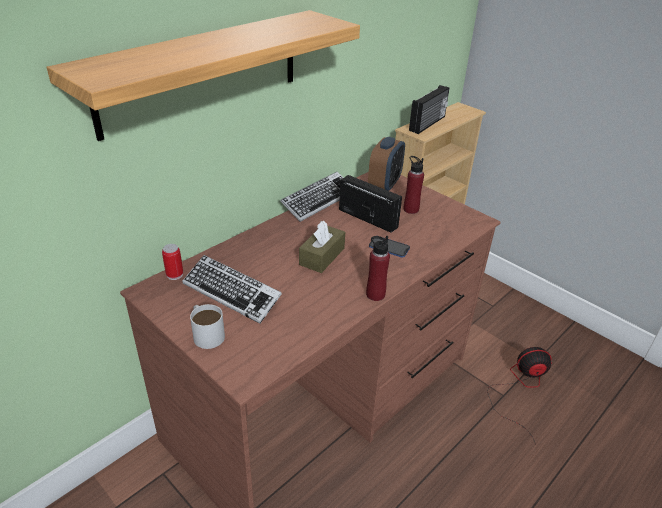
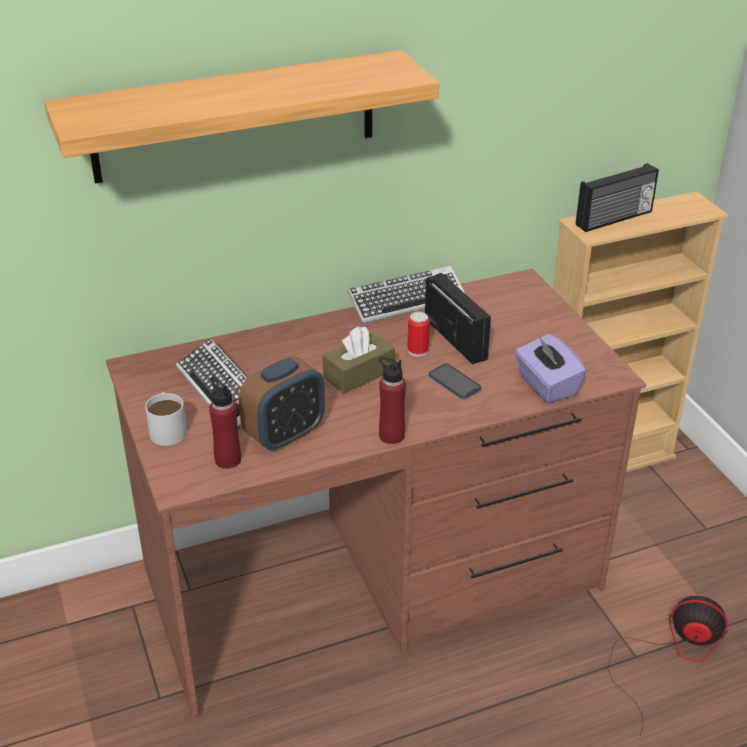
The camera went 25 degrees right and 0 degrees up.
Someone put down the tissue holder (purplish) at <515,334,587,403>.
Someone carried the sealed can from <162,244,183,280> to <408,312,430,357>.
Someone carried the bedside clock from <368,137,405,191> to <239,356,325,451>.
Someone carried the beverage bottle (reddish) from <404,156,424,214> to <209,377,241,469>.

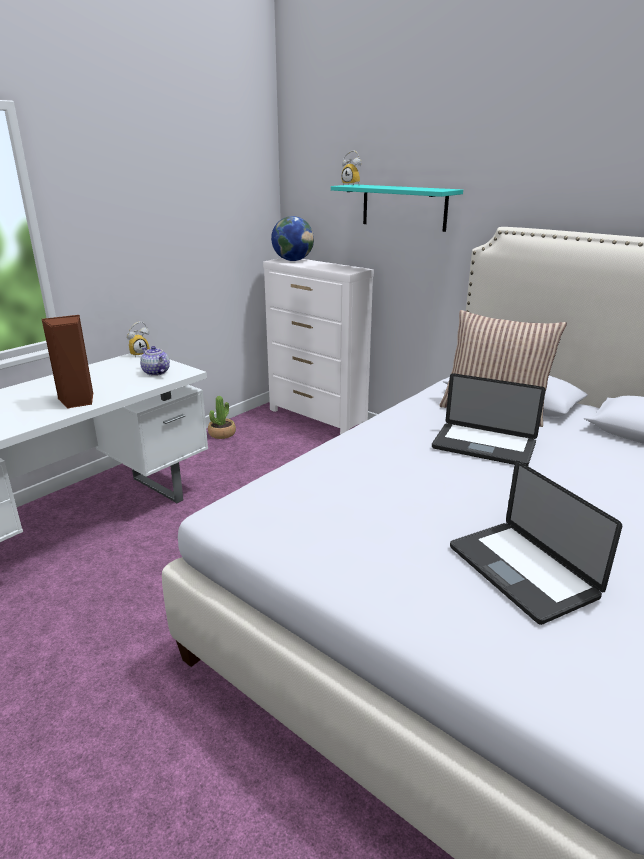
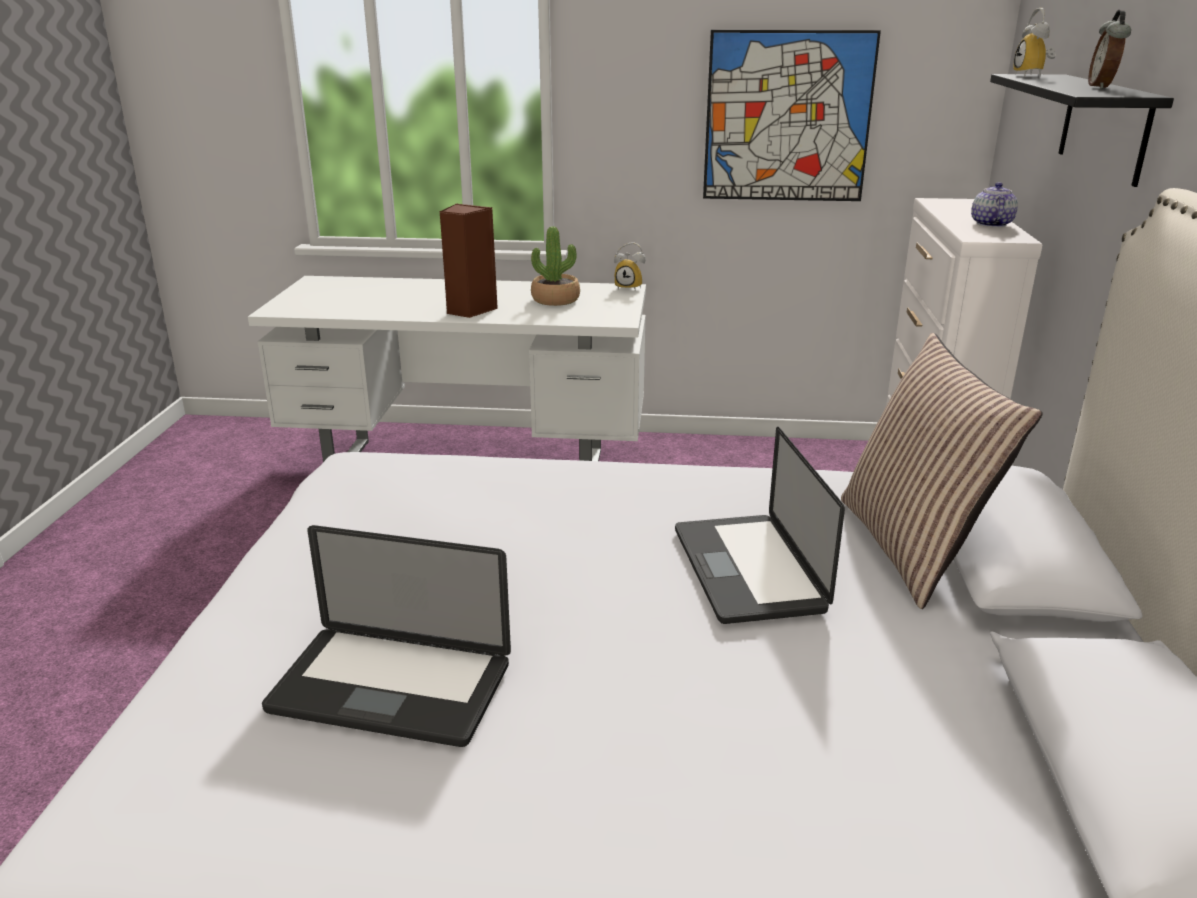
The camera went 55 degrees right and 0 degrees up.
Someone took away the globe at <271,216,314,261>.
Someone put up the wall art at <703,30,881,201>.
Someone put down the bedside clock at <1088,10,1131,89>.
Someone carried the teapot from <140,346,170,376> to <971,182,1018,227>.
Someone carried the houseplant from <208,396,236,439> to <531,226,580,306>.
Someone repainted the wall shelf (turquoise-coloured) at <331,184,463,232>, which became the wall shelf (black-coloured) at <990,74,1174,187>.
Someone rotated the notebook computer at <450,461,622,625> by 105 degrees counterclockwise.

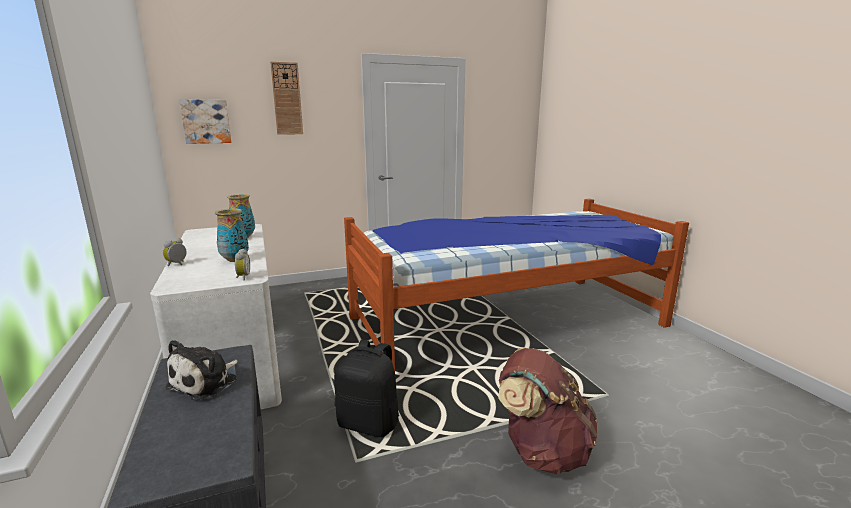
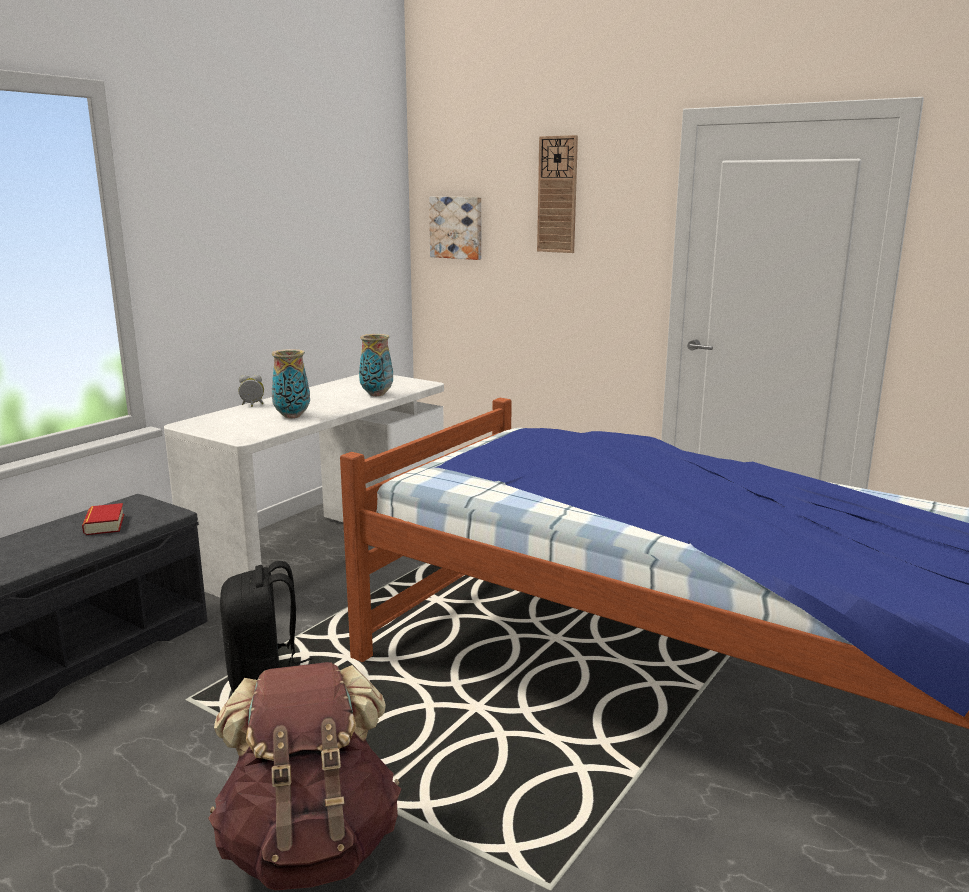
The camera went 55 degrees right and 0 degrees up.
Someone took away the bedside clock at <235,249,250,280>.
Someone swapped the cuddly toy at <165,340,238,400> for the book at <82,503,124,535>.

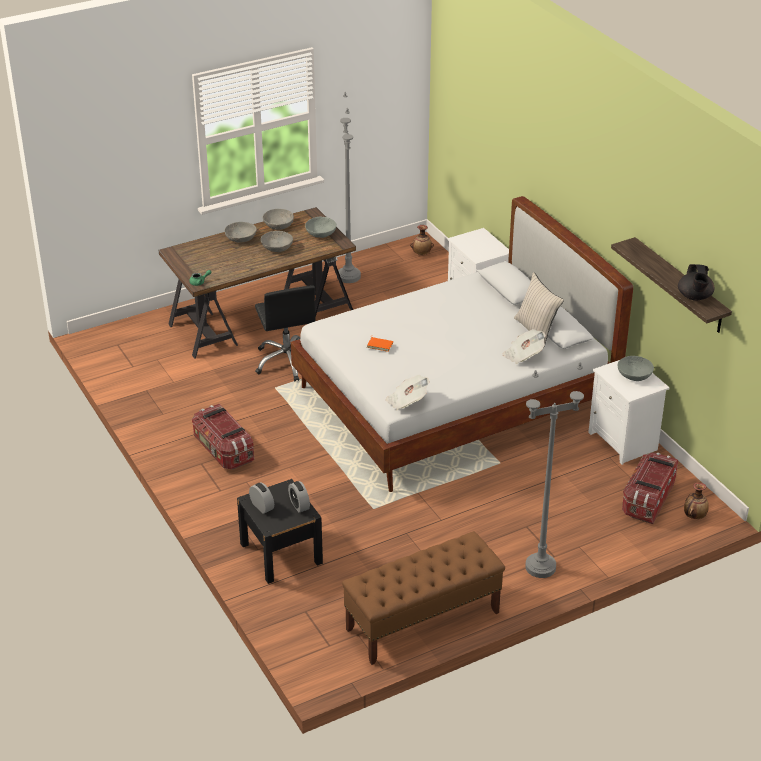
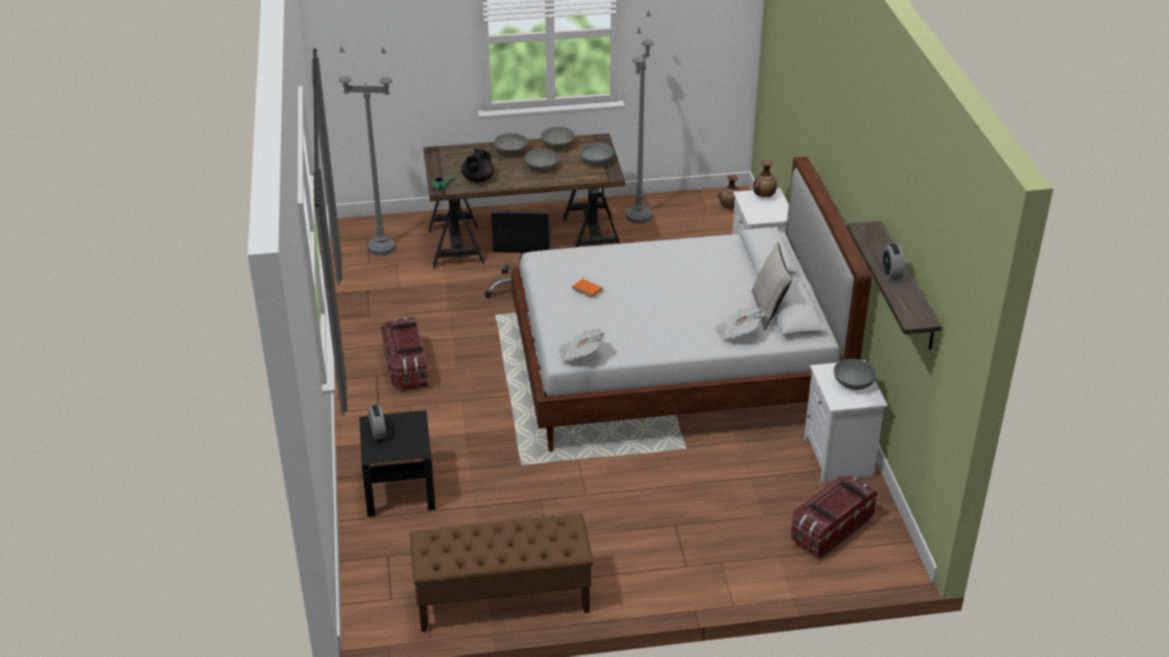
The camera went 20 degrees right and 0 degrees up.
Someone carried the bedside clock from <288,481,310,513> to <882,244,904,280>.
Someone carried the standard lamp (grey) from <525,362,584,578> to <339,46,395,256>.
Someone carried the teapot (black-coloured) from <678,264,714,301> to <461,148,494,182>.
Someone carried the decorative vase from <684,482,709,519> to <753,161,777,197>.

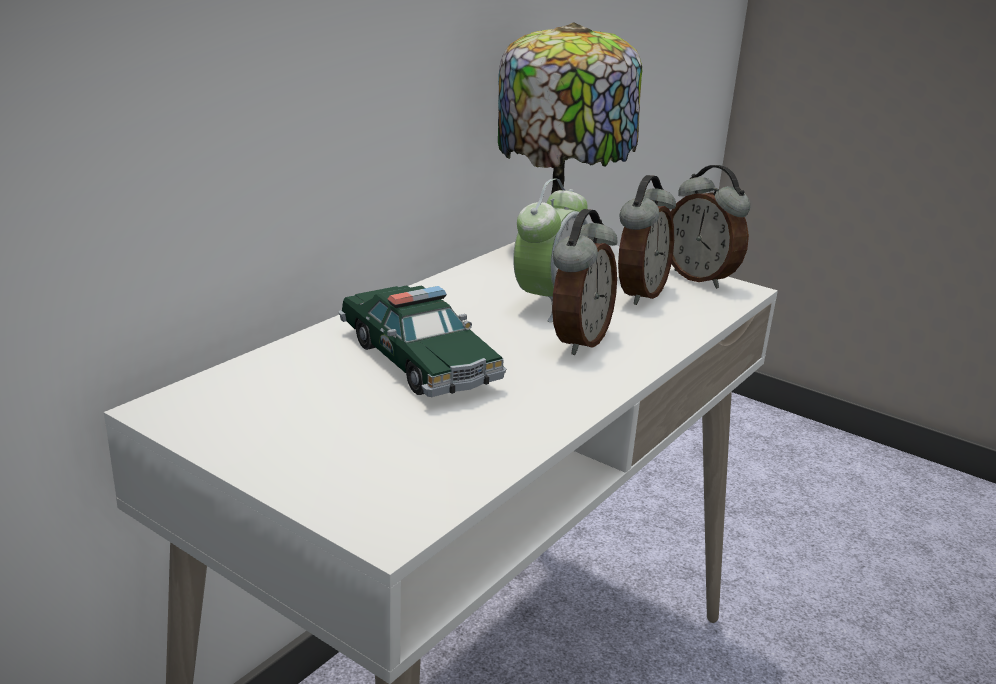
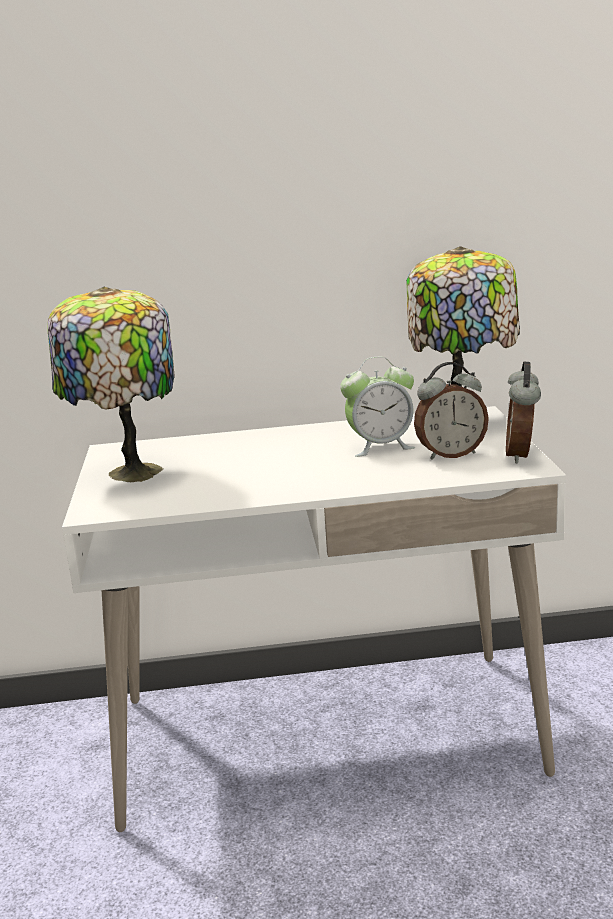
The camera went 50 degrees right and 5 degrees down.
Someone took away the miniature car at <338,285,506,397>.
Someone took away the bedside clock at <552,209,617,355>.
Someone put down the lamp for a table at <48,287,174,482>.

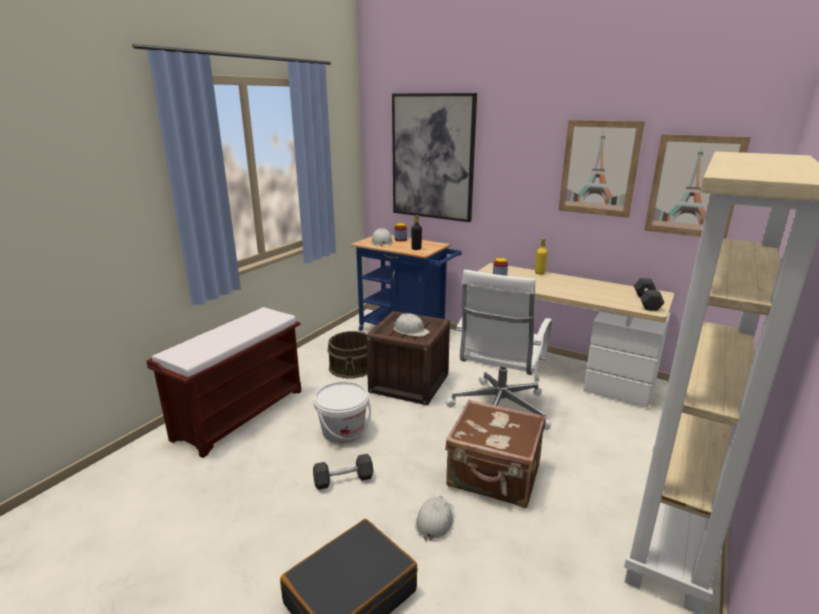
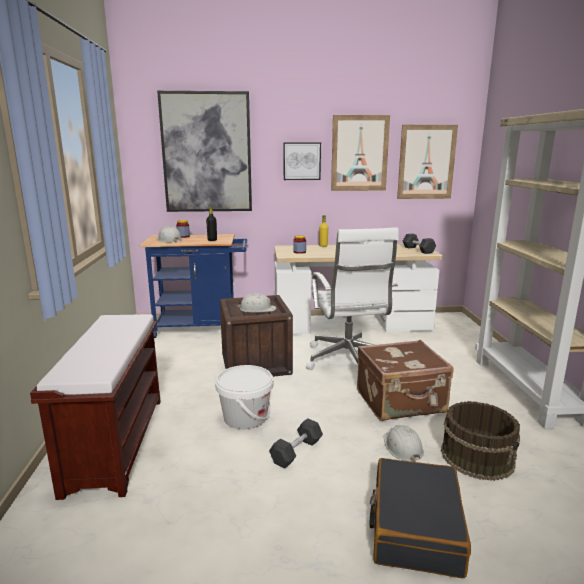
The camera went 35 degrees left and 5 degrees down.
Someone put up the wall art at <283,142,321,180>.
Someone carried the water bucket (brown) from <327,331,367,379> to <441,401,520,481>.

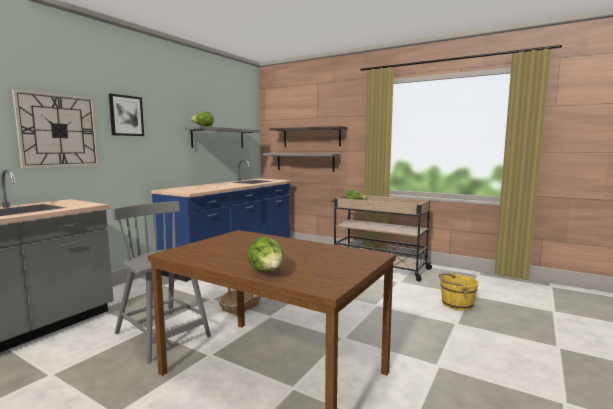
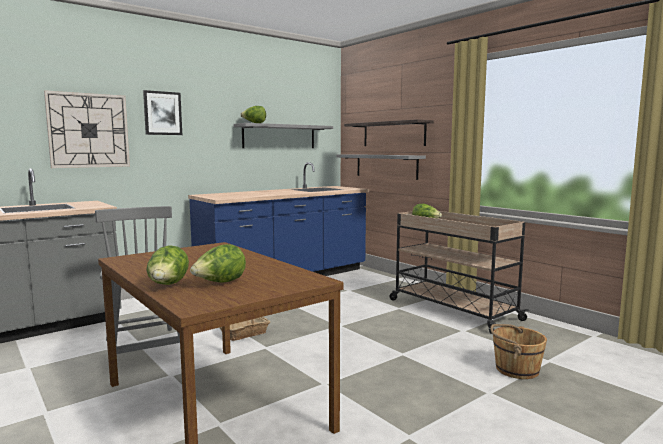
The camera went 20 degrees right and 0 degrees up.
Someone put down the lettuce at <190,244,246,283>.
Someone repainted the water bucket (yellowish) at <439,273,479,311>, which became the water bucket (brown) at <490,324,547,379>.

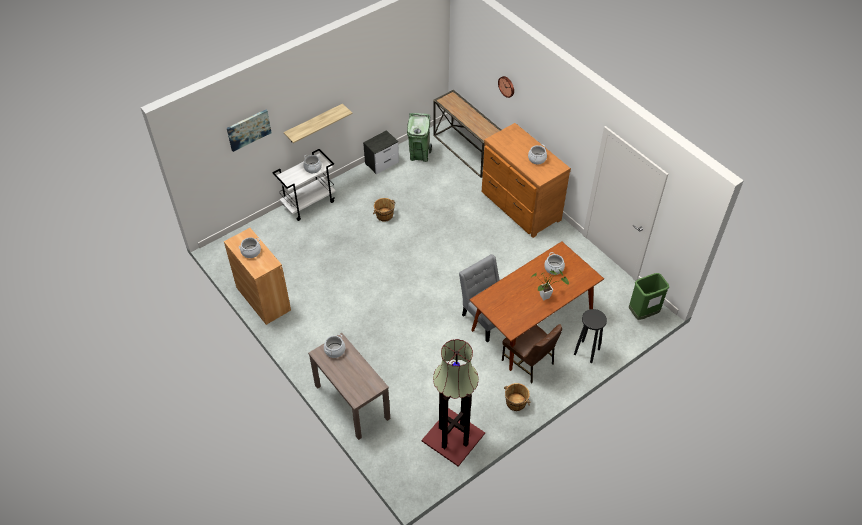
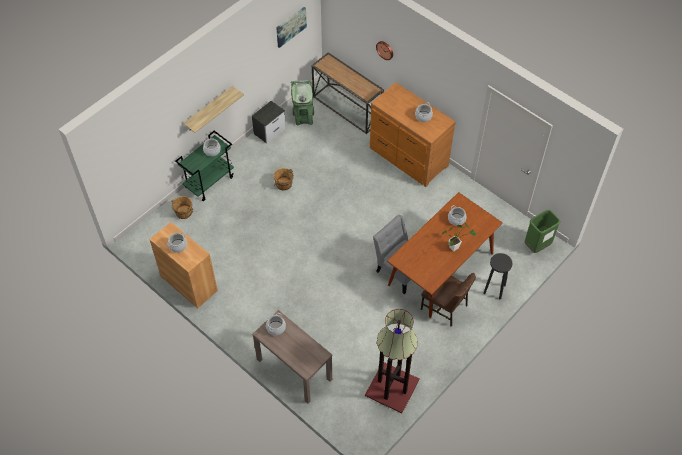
The camera went 10 degrees left and 5 degrees up.
Someone carried the wall art from <227,110,272,152> to <276,7,307,48>.
Someone carried the water bucket (brown) from <504,383,531,411> to <171,196,194,219>.
Someone repainted the cart (white-coloured) at <272,149,336,221>, which became the cart (greenish) at <175,131,234,201>.

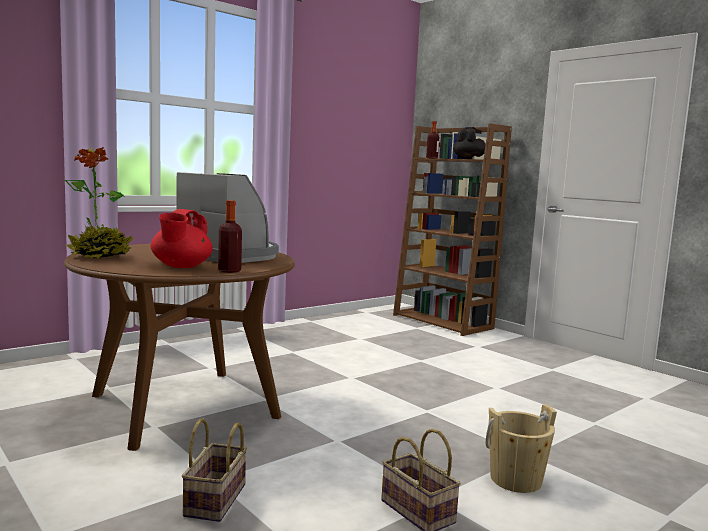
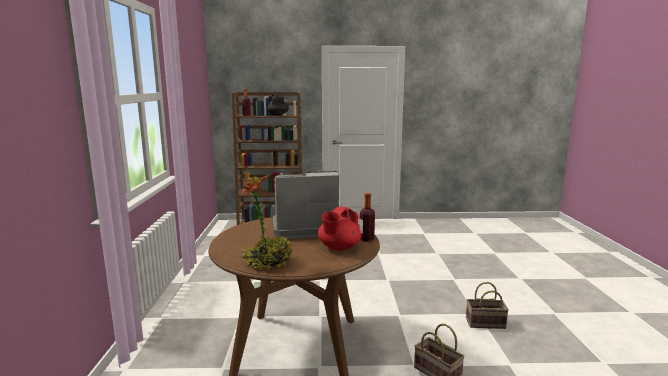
The camera went 50 degrees left and 5 degrees up.
Someone took away the water bucket (beige) at <485,404,557,493>.
Someone rotated the teapot (reddish) at <151,209,213,268> by 75 degrees clockwise.

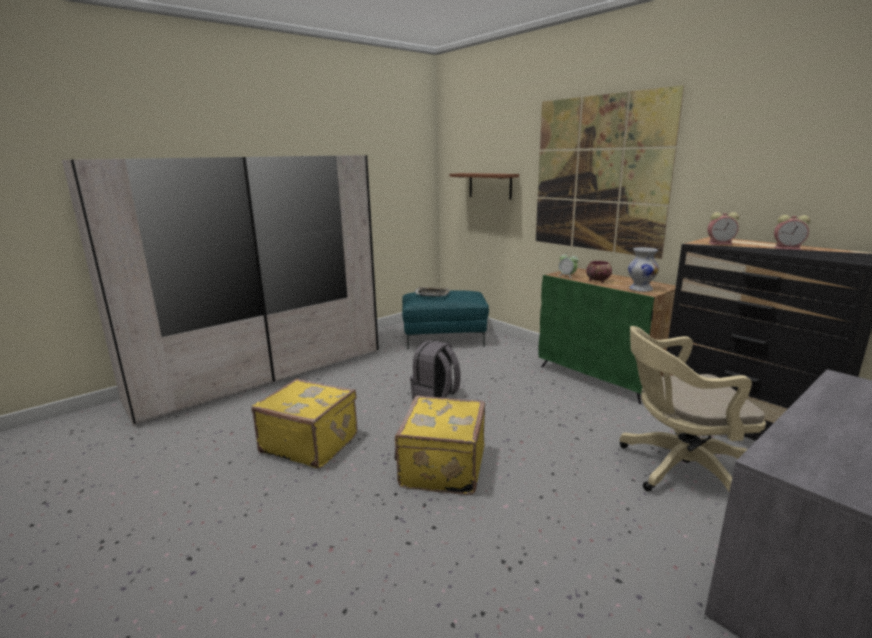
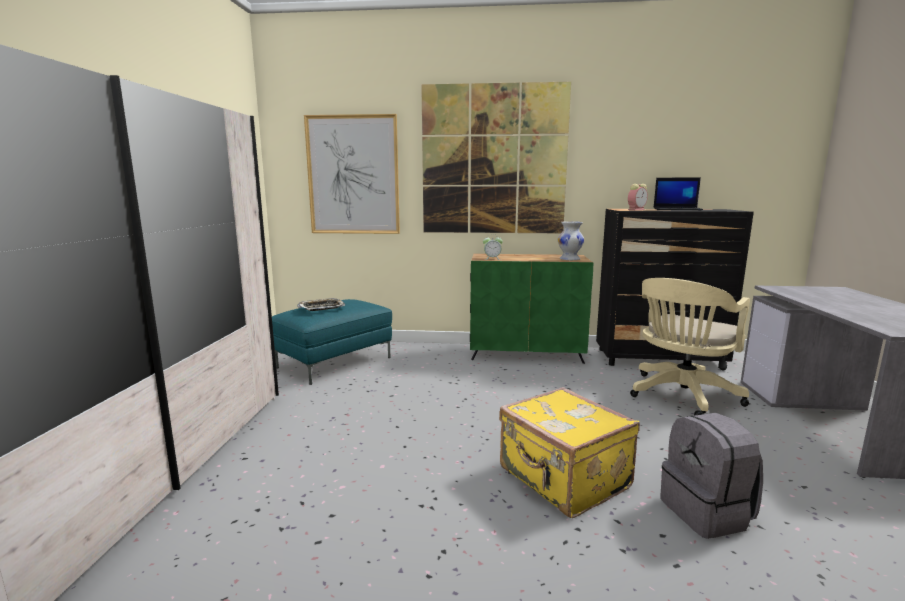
The camera went 45 degrees left and 5 degrees down.
Someone took away the suitcase (yellowish) at <251,378,357,469>.
Someone took away the bowl at <586,261,612,283>.
Someone carried the rucksack (grey) from <410,340,461,400> to <660,413,763,539>.
Someone swapped the wall shelf (brown) at <450,173,519,200> for the wall art at <304,114,400,234>.
Someone swapped the bedside clock at <774,215,810,250> for the notebook computer at <653,177,703,210>.

